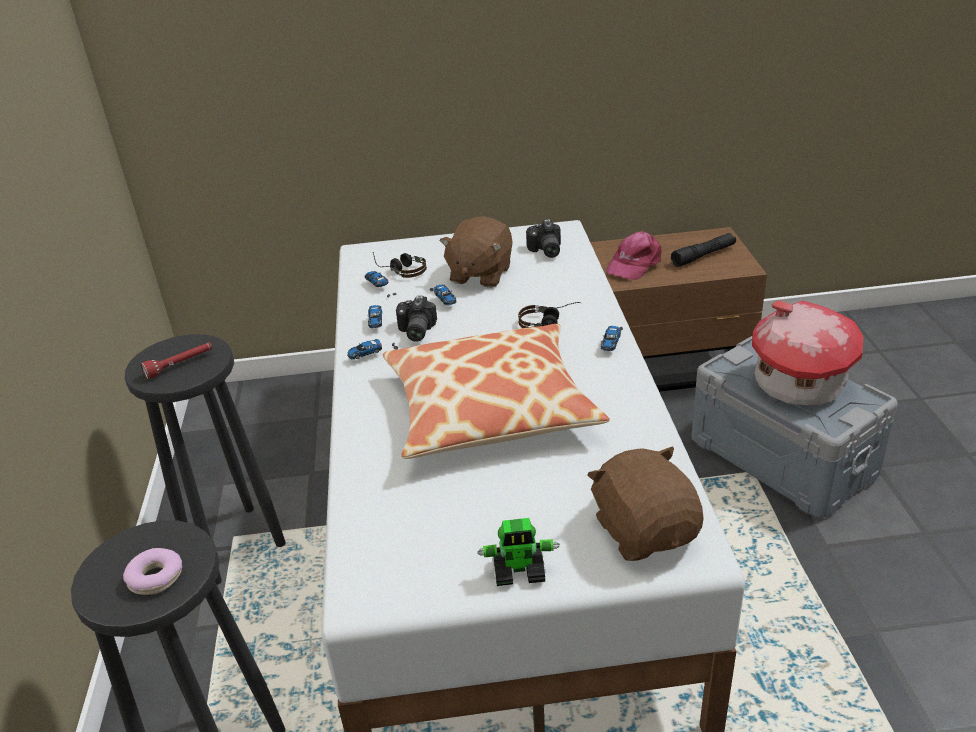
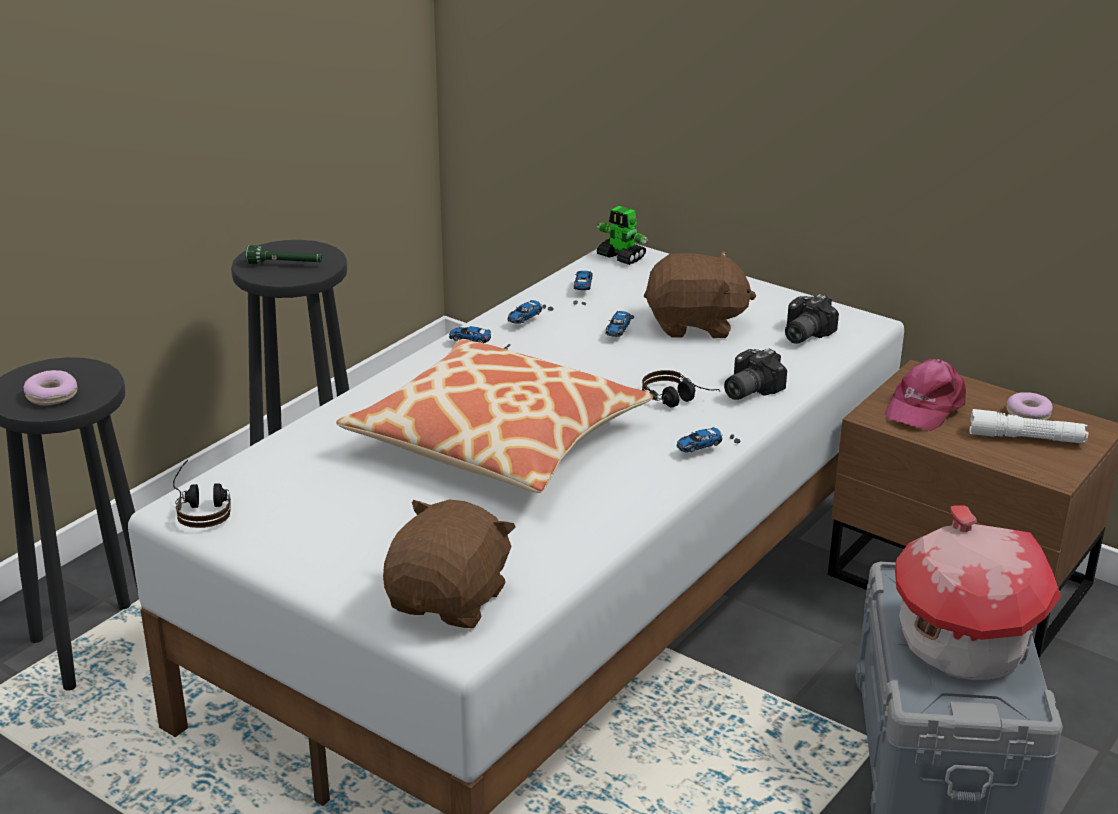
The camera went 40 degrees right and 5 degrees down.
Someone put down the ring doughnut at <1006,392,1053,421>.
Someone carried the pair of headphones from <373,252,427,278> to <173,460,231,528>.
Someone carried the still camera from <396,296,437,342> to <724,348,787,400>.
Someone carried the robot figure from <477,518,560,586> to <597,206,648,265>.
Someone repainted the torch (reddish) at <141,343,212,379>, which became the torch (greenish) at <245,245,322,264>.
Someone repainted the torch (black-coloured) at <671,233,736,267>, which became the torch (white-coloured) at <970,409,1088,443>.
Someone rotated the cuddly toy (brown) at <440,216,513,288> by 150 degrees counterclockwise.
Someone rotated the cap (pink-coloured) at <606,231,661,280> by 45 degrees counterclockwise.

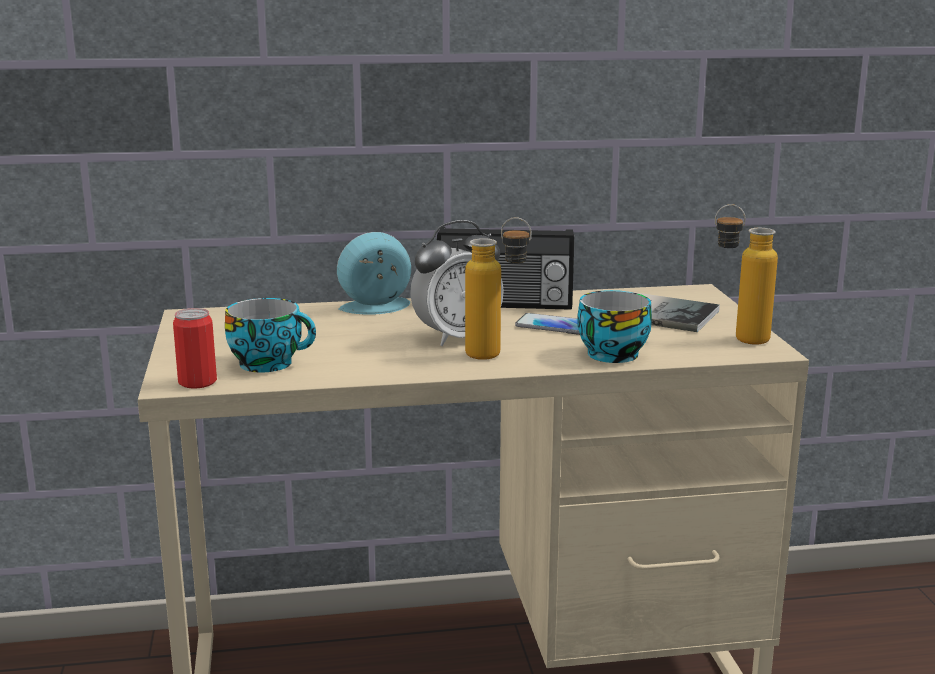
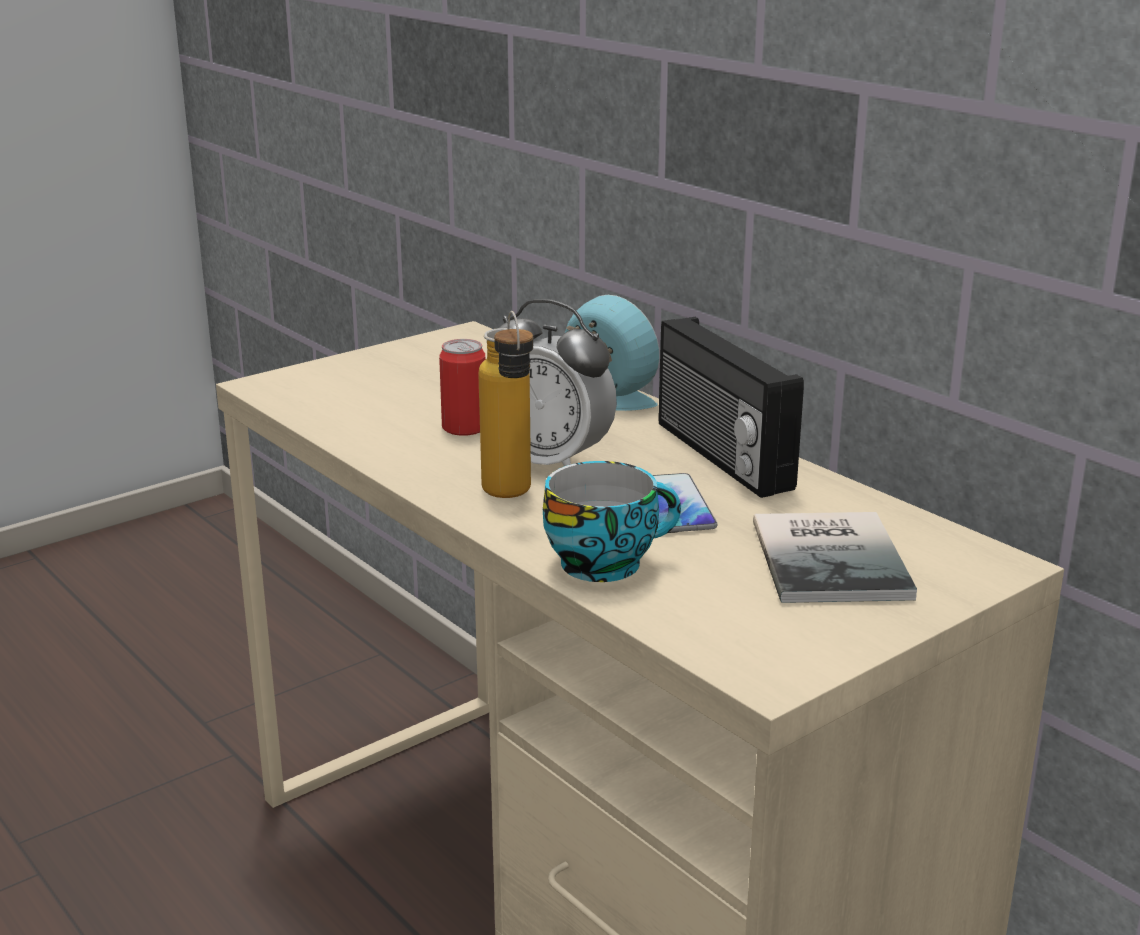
The camera went 60 degrees right and 5 degrees up.
Someone took away the cup at <225,298,316,373>.
Someone took away the beverage bottle at <715,204,778,344>.
Someone carried the sealed can from <173,308,217,389> to <439,339,485,436>.

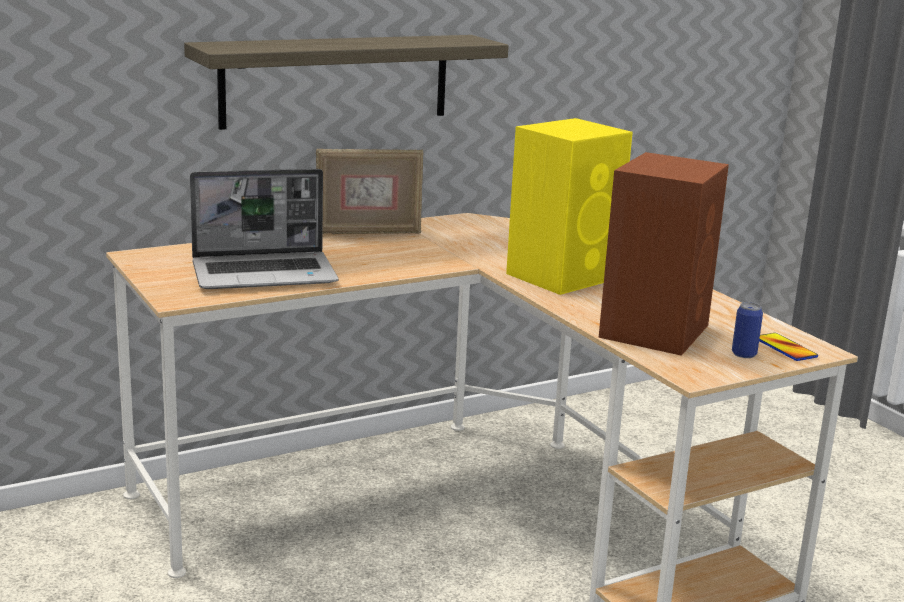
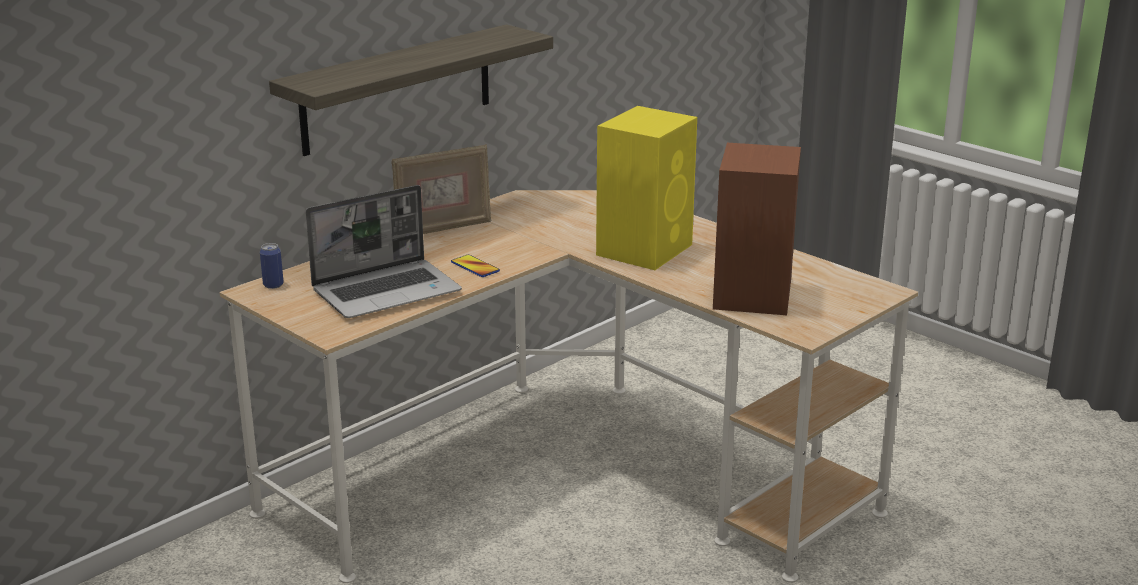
The camera went 15 degrees left and 5 degrees up.
Someone carried the sealed can from <732,302,763,358> to <260,243,284,289>.
Someone carried the phone from <759,333,818,361> to <451,255,500,277>.

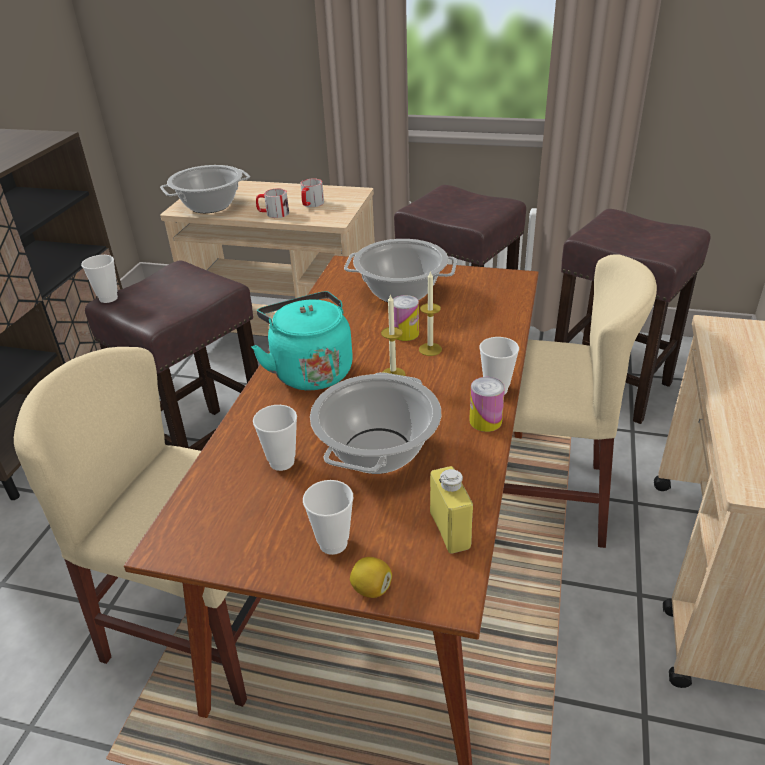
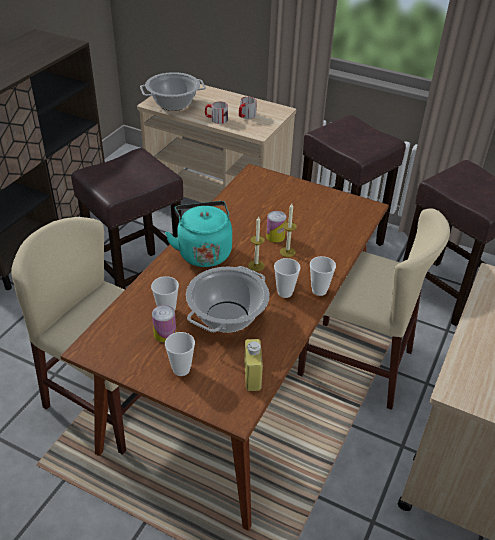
The camera went 10 degrees right and 5 degrees up.
Someone took away the stockpot at <344,239,457,302>.
Someone took away the citrus fruit at <350,557,392,598>.
Someone carried the cup from <81,255,118,303> to <274,258,301,298>.
Someone carried the sealed can from <469,377,505,432> to <152,305,176,343>.

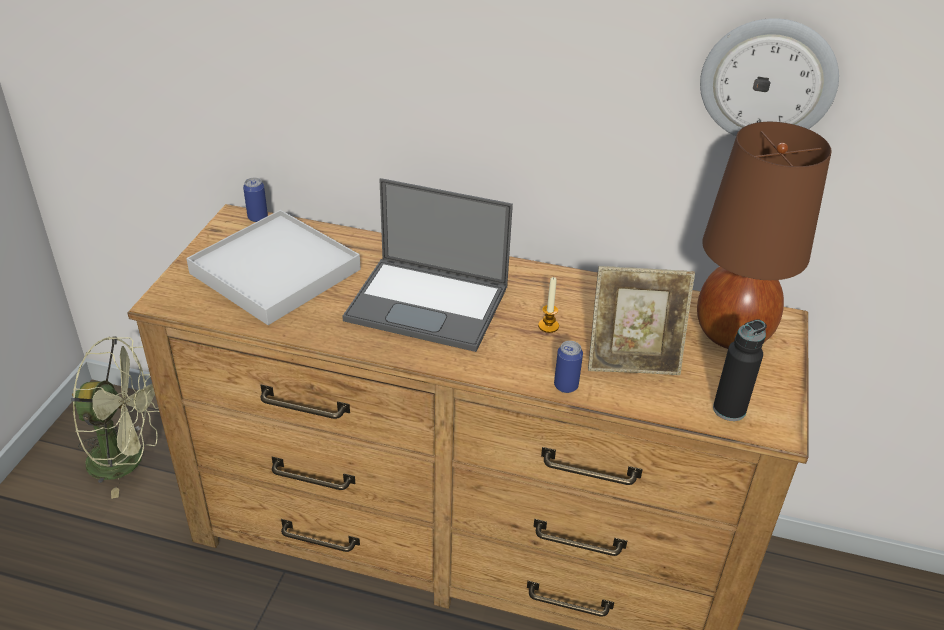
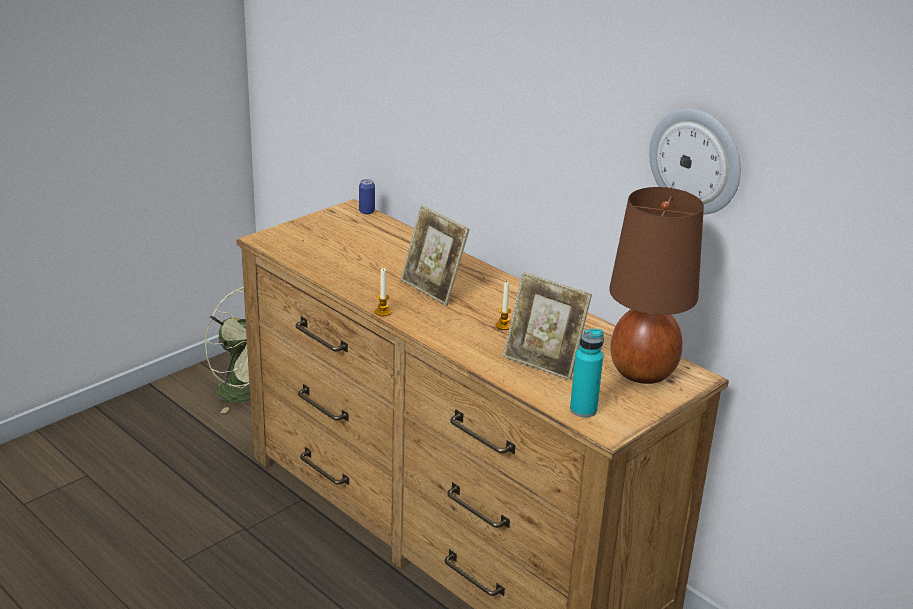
The camera went 30 degrees right and 10 degrees down.
Someone took away the carrying tray (white-coloured) at <186,210,361,325>.
Someone took away the sealed can at <554,341,583,393>.
Someone put down the candle at <375,268,392,316>.
Someone swapped the notebook computer at <343,178,513,352> for the picture frame at <400,205,470,306>.
Someone repainted the beverage bottle (black-coloured) at <713,319,767,421>, which became the beverage bottle (turquoise-coloured) at <570,329,604,417>.

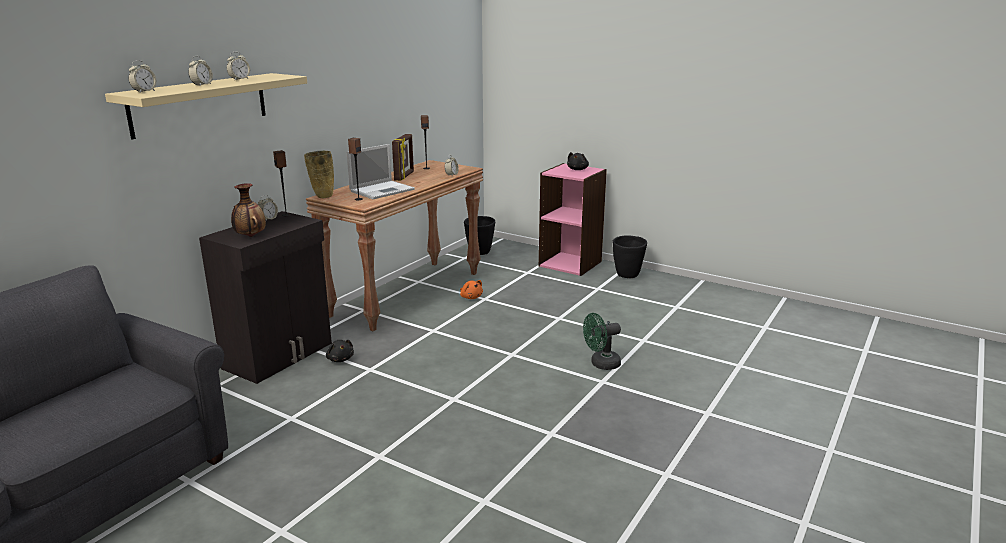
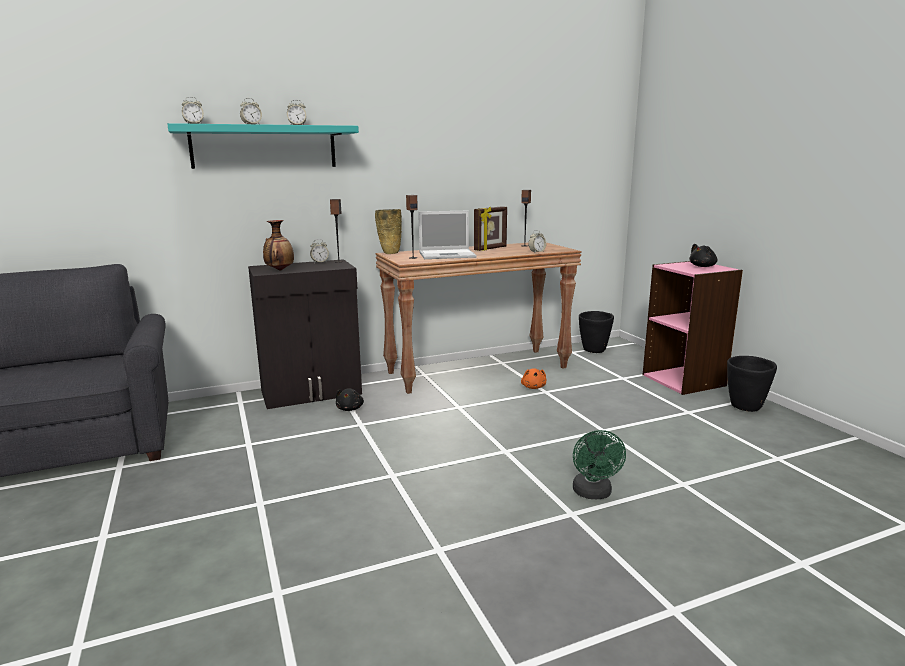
The camera went 35 degrees right and 5 degrees down.
Someone repainted the wall shelf (beige) at <105,73,307,139>, which became the wall shelf (turquoise-coloured) at <167,123,359,169>.
Someone rotated the cooling fan (greenish) at <583,313,621,370> by 105 degrees counterclockwise.

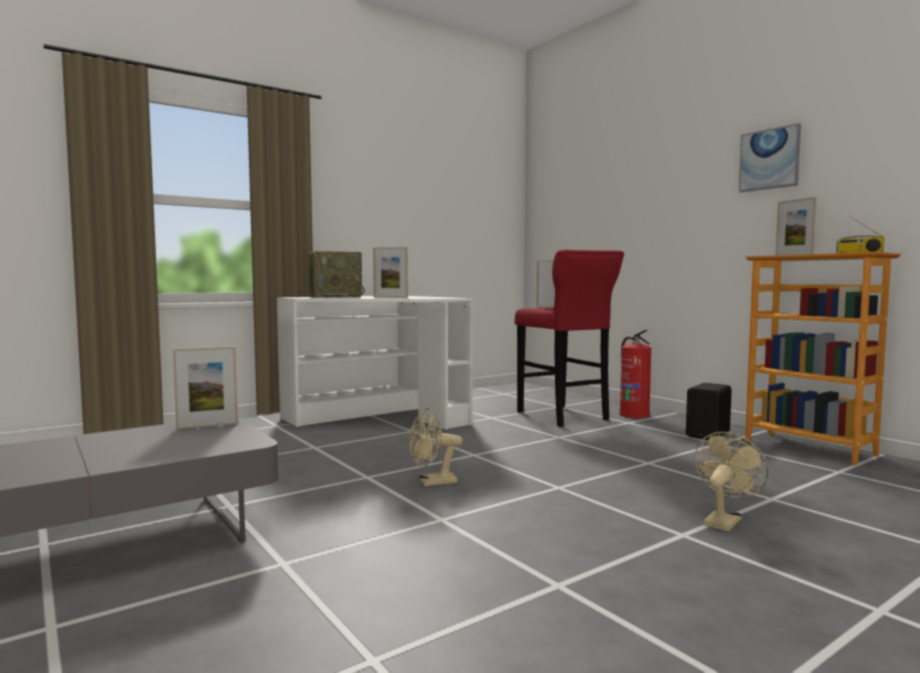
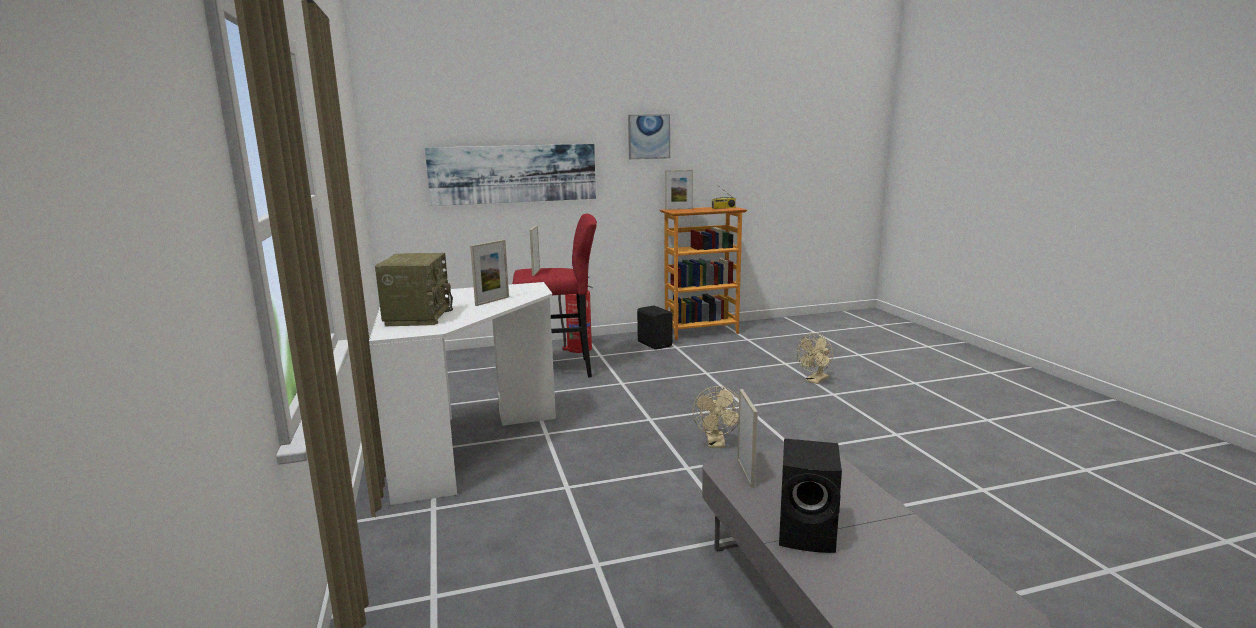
The camera went 70 degrees left and 10 degrees up.
Someone put up the wall art at <425,144,596,206>.
Someone put down the speaker (black-coloured) at <779,438,842,553>.
Someone rotated the cooling fan (beige) at <694,432,768,532> by 105 degrees counterclockwise.

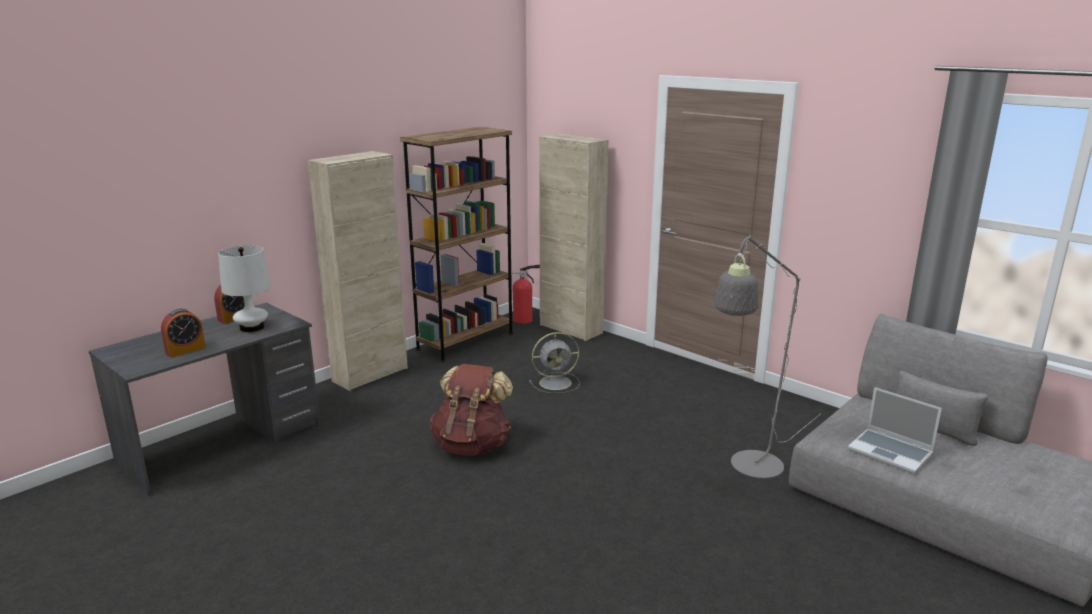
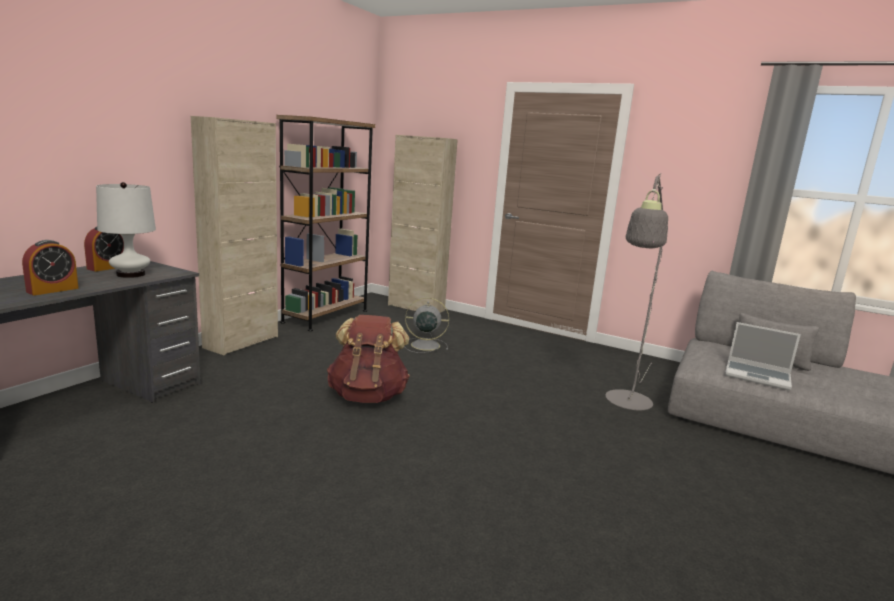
The camera went 15 degrees left and 5 degrees down.
Someone took away the fire-fighting cylinder at <511,265,540,324>.
Someone rotated the cooling fan (grey) at <529,332,580,393> by 150 degrees counterclockwise.

